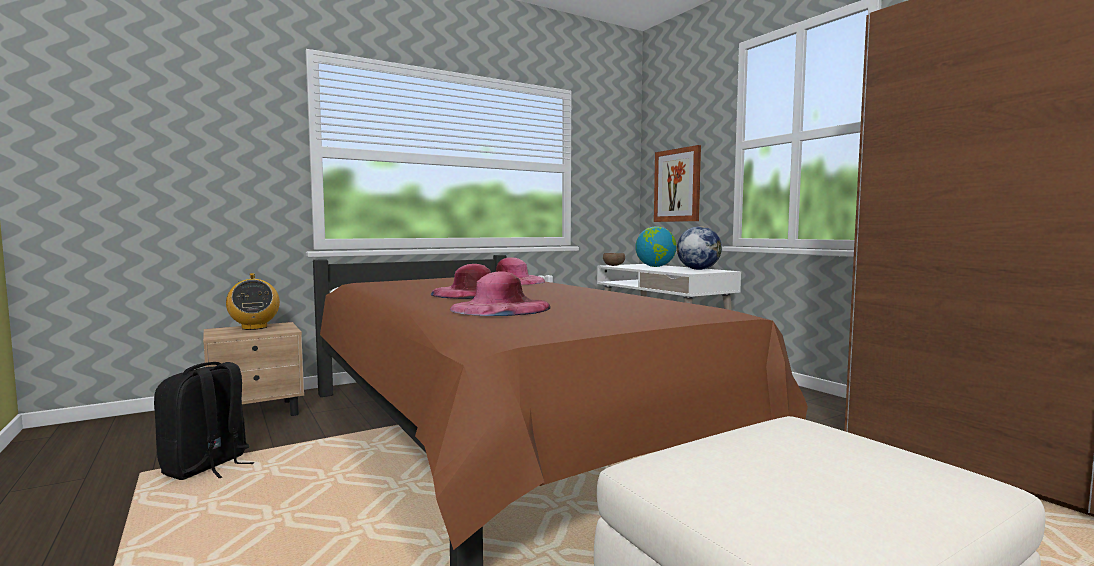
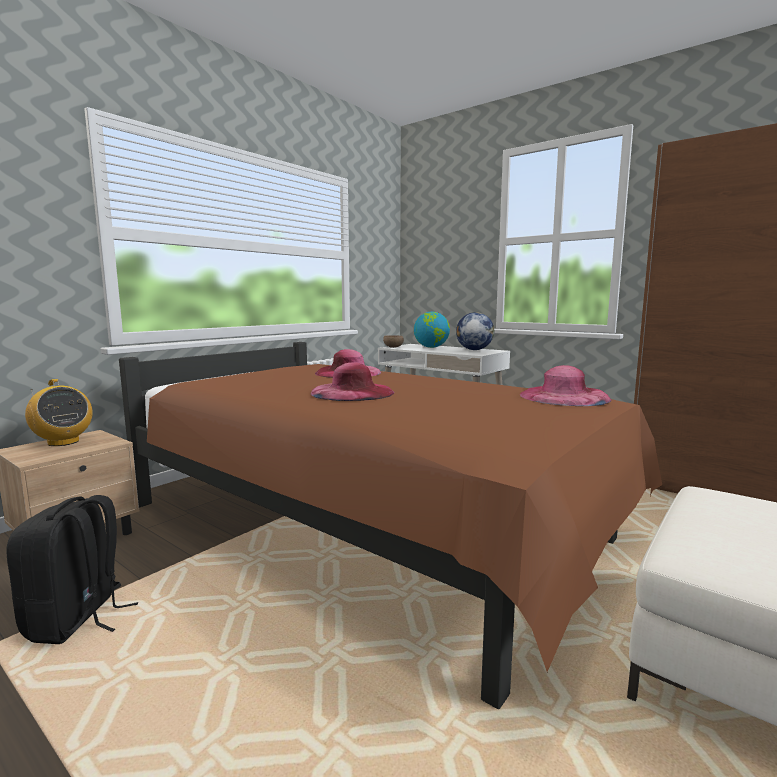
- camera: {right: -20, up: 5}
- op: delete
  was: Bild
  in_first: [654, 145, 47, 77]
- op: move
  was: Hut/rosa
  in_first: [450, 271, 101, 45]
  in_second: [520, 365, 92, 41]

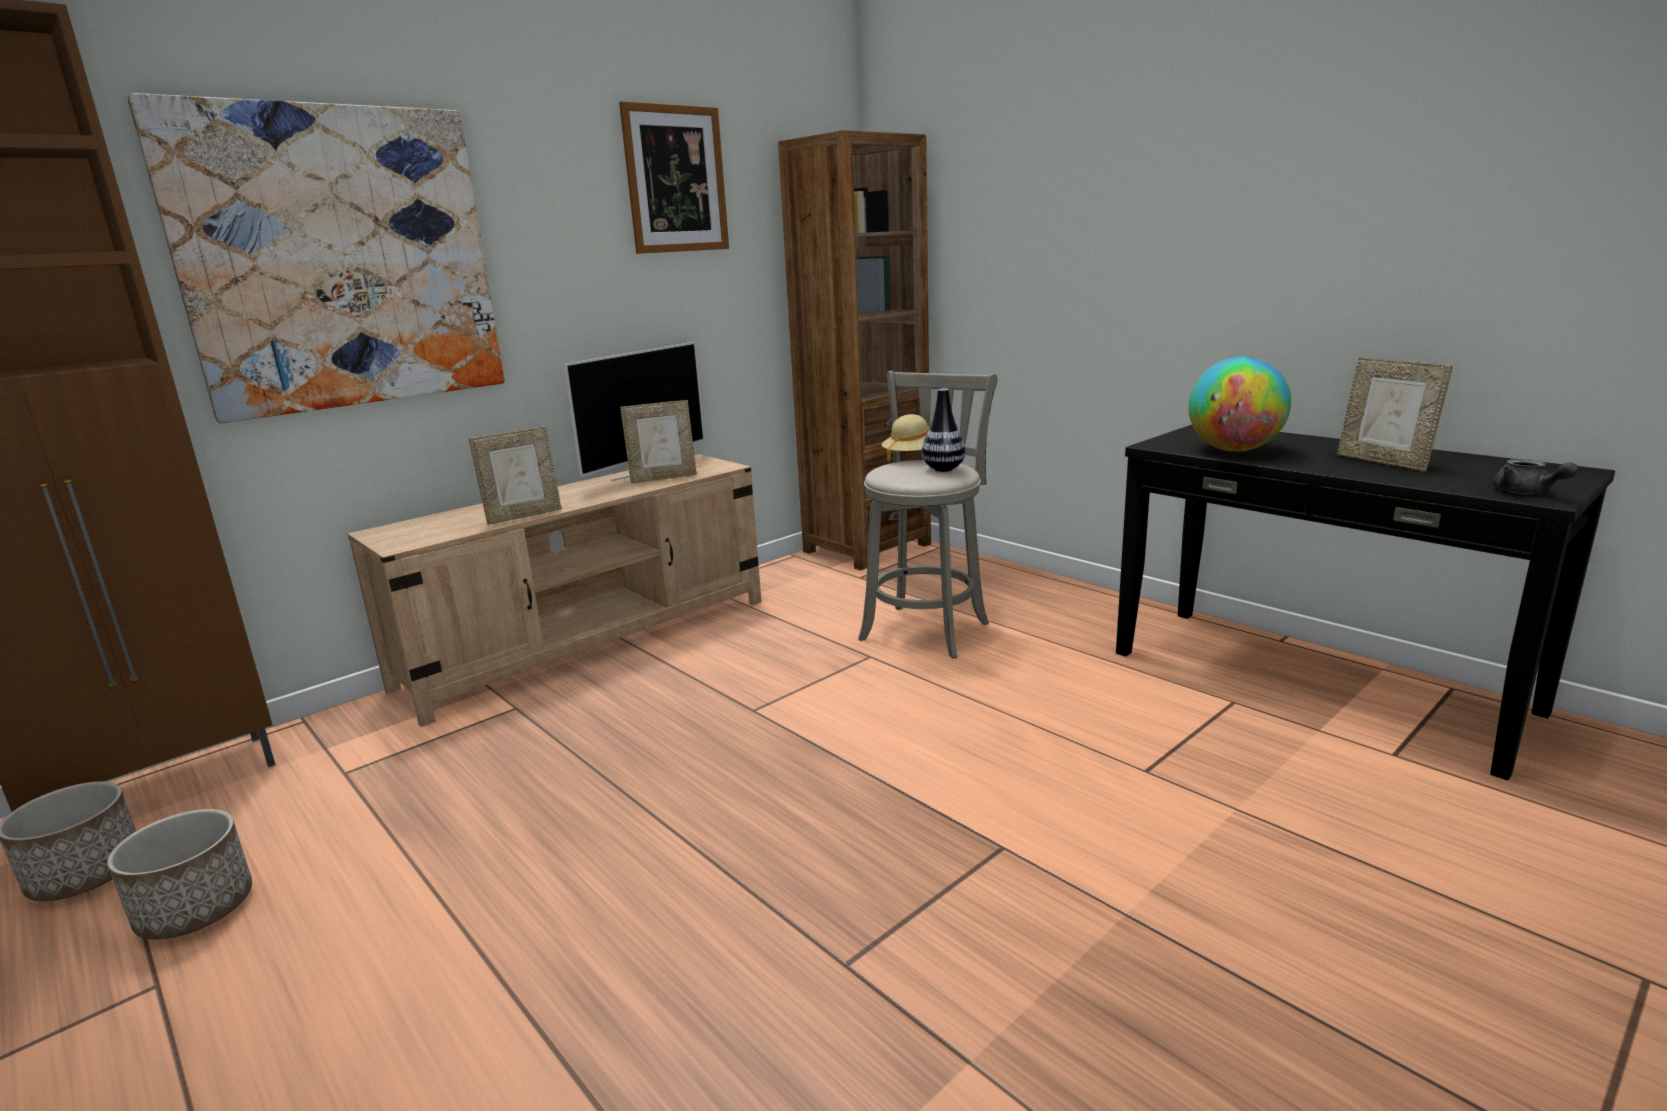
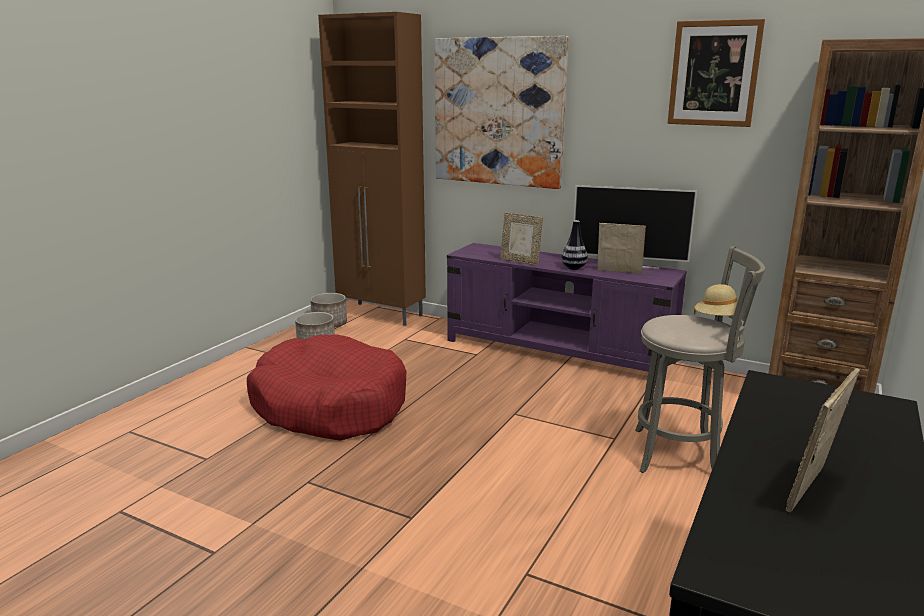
- camera: {right: 70, up: 0}
- op: delete
  was: Globus
  in_first: [1188, 356, 103, 96]
- op: move
  was: Vase
  in_first: [922, 389, 44, 83]
  in_second: [561, 220, 27, 50]
- op: rotate
  was: Bilderrahmen
  in_first: [620, 400, 77, 83]
  in_second: [597, 223, 49, 51]
  clockwise: 150
- op: recolor
  was: Fernsehschrank/beige
  now: Fernsehschrank/lila
  in_first: [348, 454, 413, 273]
  in_second: [447, 243, 240, 136]
- op: delete
  was: Teekanne/grau
  in_first: [1493, 459, 86, 35]
- op: insert
  now: Hundebett/rot
  in_second: [247, 335, 159, 106]

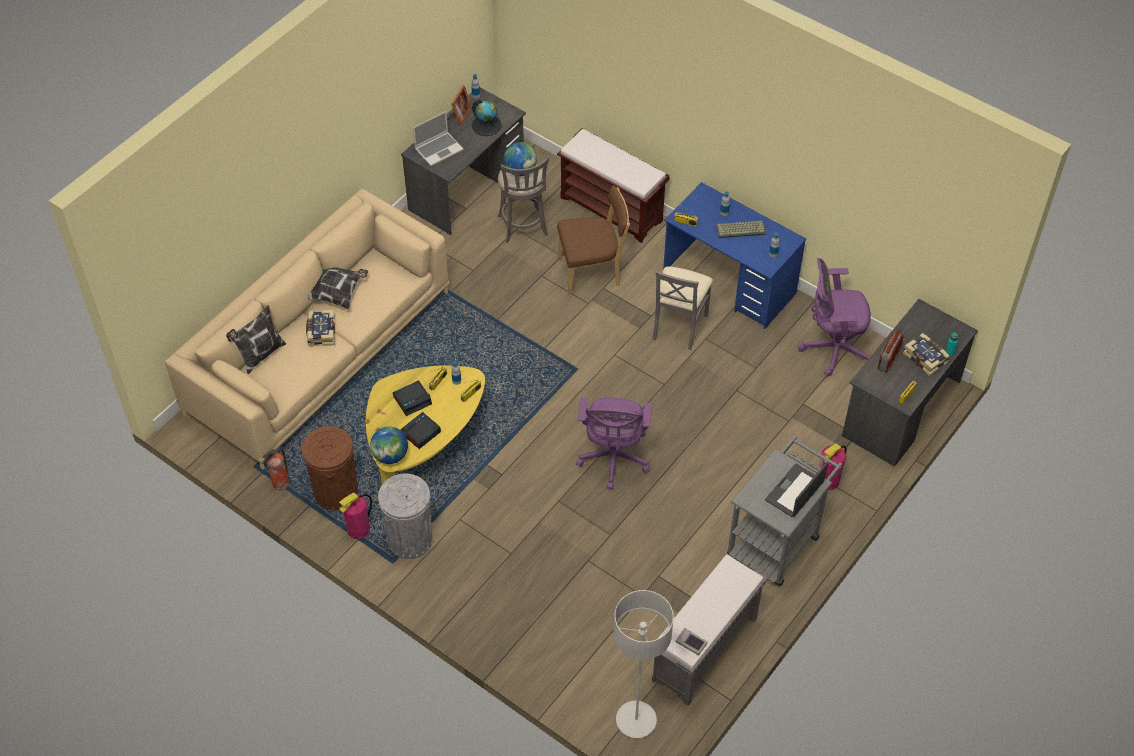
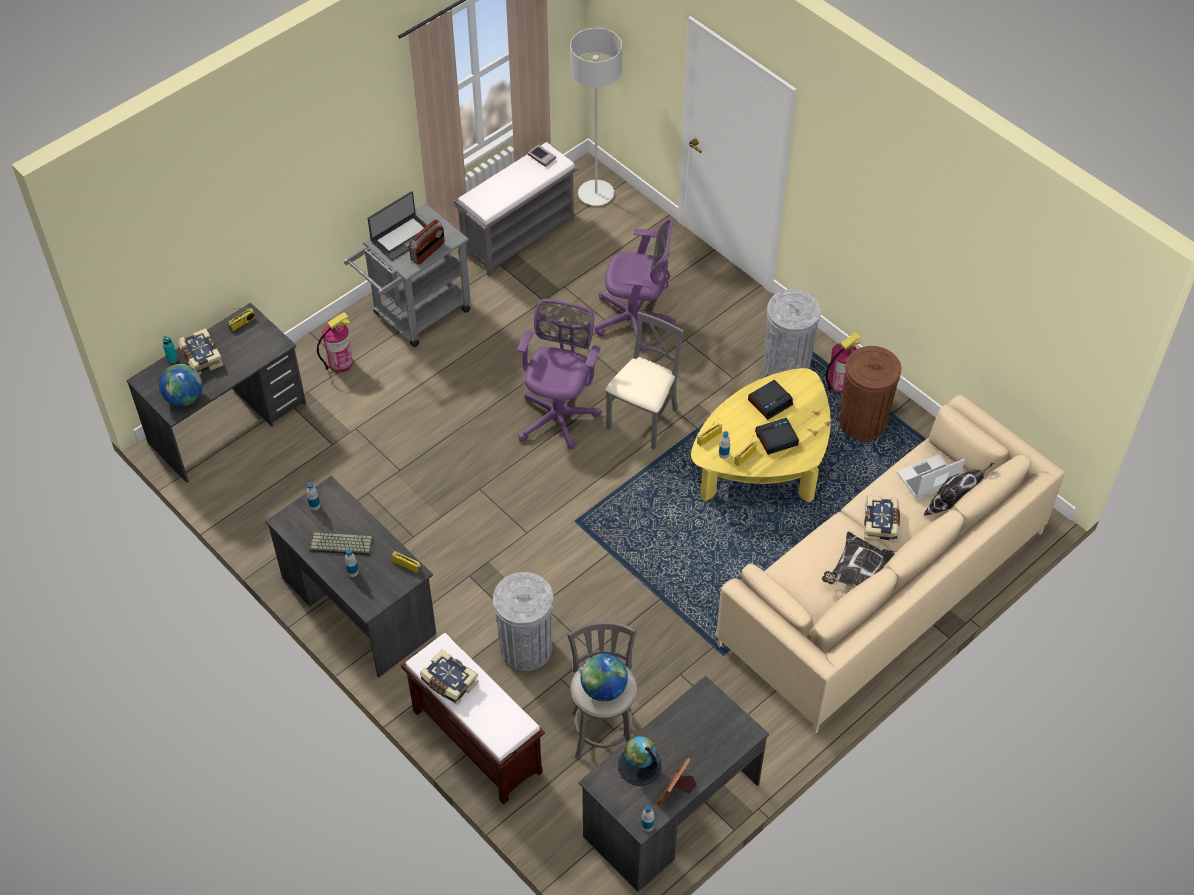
- camera: {right: -170, up: 0}
- op: move
  was: Laptop
  in_first: [413, 111, 51, 55]
  in_second: [897, 454, 68, 46]
- op: recolor
  was: Schreibtisch/blau
  now: Schreibtisch/grau
  in_first: [663, 182, 143, 147]
  in_second: [266, 476, 170, 202]
- op: replace
  was: Stuhl/braun
  now: Mülleimer/grau
  in_first: [557, 185, 73, 110]
  in_second: [493, 572, 61, 99]
- op: move
  was: Bürostuhl/lila
  in_first: [798, 258, 73, 119]
  in_second: [594, 218, 82, 133]
- op: move
  was: Stuhl/grau
  in_first: [652, 266, 61, 84]
  in_second: [605, 312, 79, 138]
- op: move
  was: Radio
  in_first: [878, 330, 26, 43]
  in_second: [409, 219, 36, 46]
- op: move
  was: Globus
  in_first: [370, 426, 38, 38]
  in_second: [159, 364, 43, 42]
- op: delete
  was: Feuerlöscher
  in_first: [262, 448, 27, 43]
- op: insert
  now: Buch
  in_second: [420, 649, 59, 56]

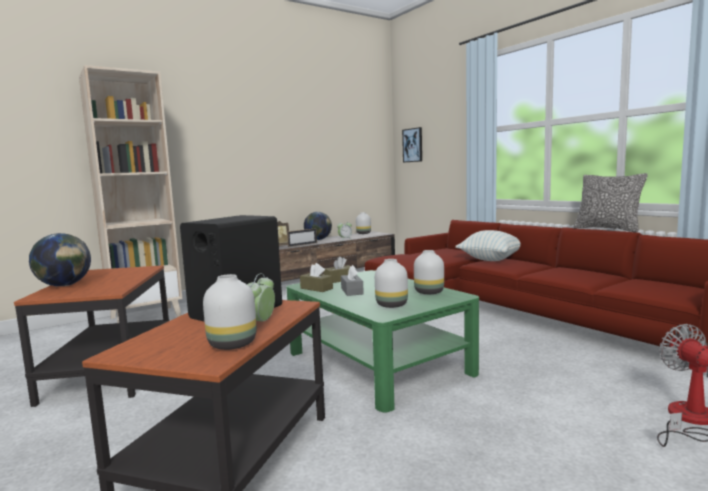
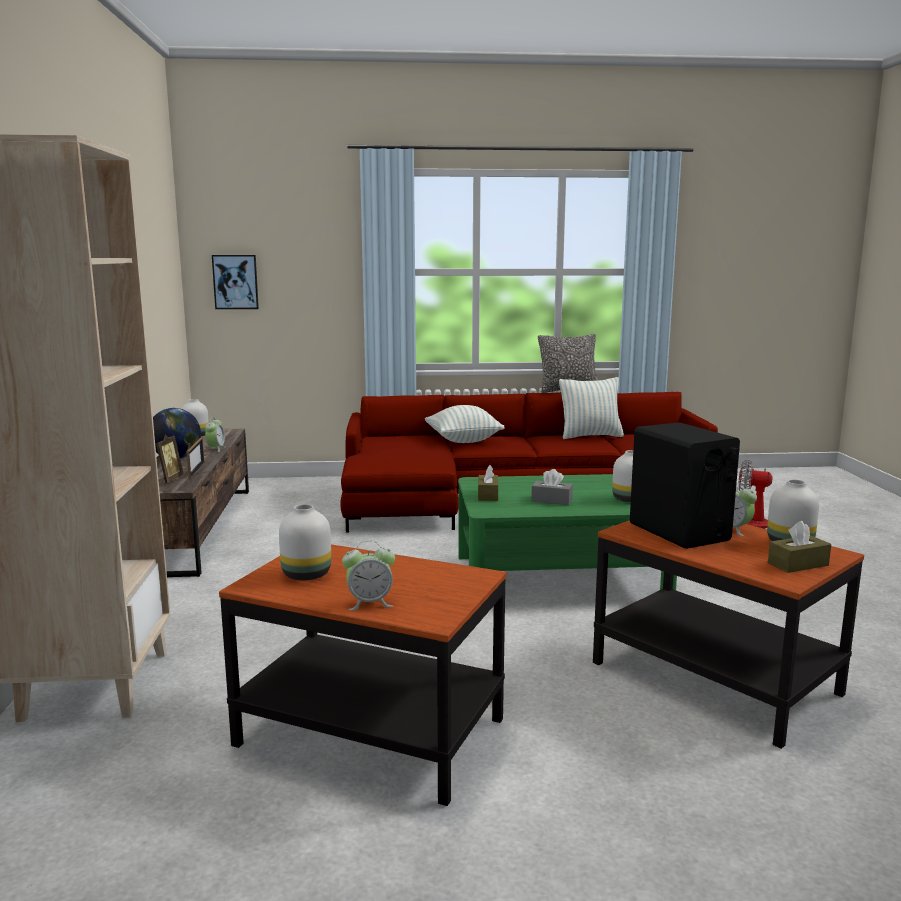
- camera: {right: -60, up: 5}
- op: replace
  was: Globus
  now: Wecker
  in_first: [29, 233, 62, 53]
  in_second: [342, 541, 53, 69]
- op: move
  was: Vase/weiß
  in_first: [414, 250, 30, 44]
  in_second: [279, 504, 52, 77]
- op: move
  was: Taschentuchbox/braun
  in_first: [300, 263, 33, 29]
  in_second: [768, 521, 63, 52]
- op: insert
  now: Kissen
  in_second: [559, 377, 65, 62]

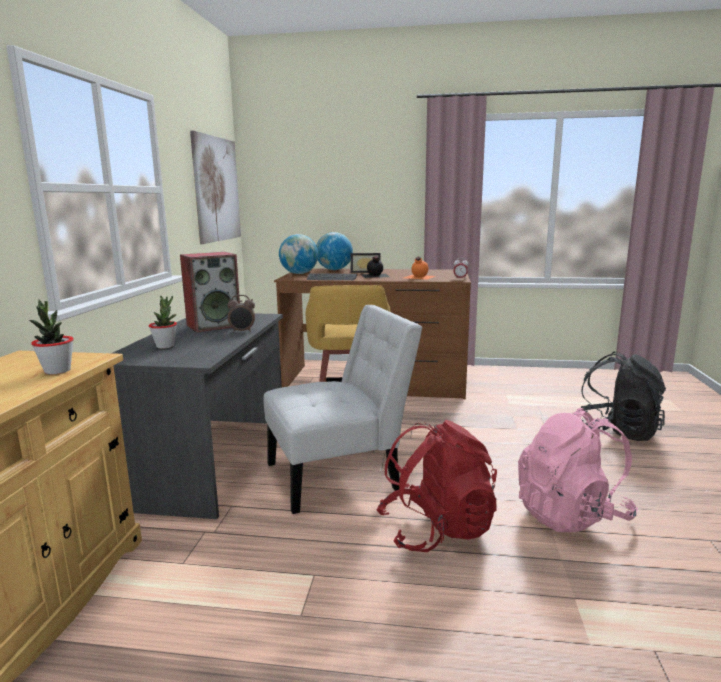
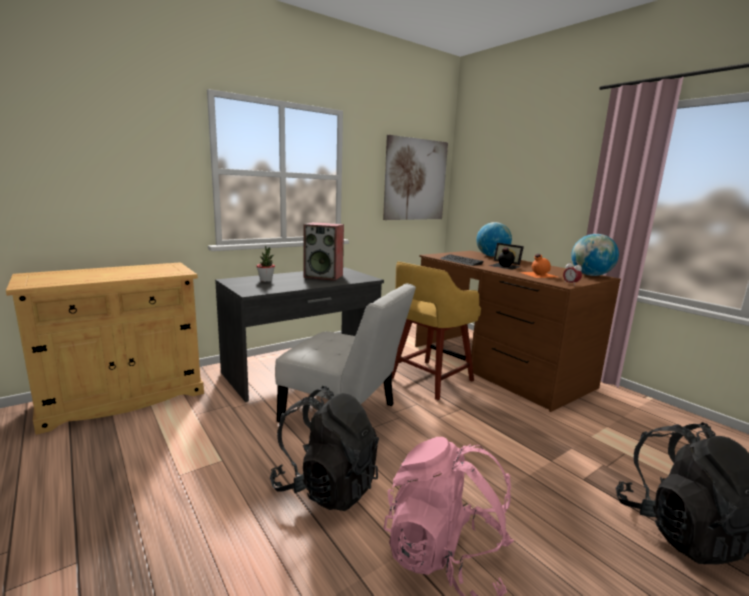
- camera: {right: 45, up: 0}
- op: move
  was: Globus
  in_first: [279, 234, 39, 40]
  in_second: [571, 234, 48, 42]
- op: delete
  was: Wecker
  in_first: [228, 295, 27, 38]
- op: delete
  was: Topfpflanze
  in_first: [29, 299, 45, 75]
- op: recolor
  was: Rucksack/rot
  now: Rucksack/schwarz
  in_first: [376, 420, 121, 132]
  in_second: [270, 386, 109, 125]

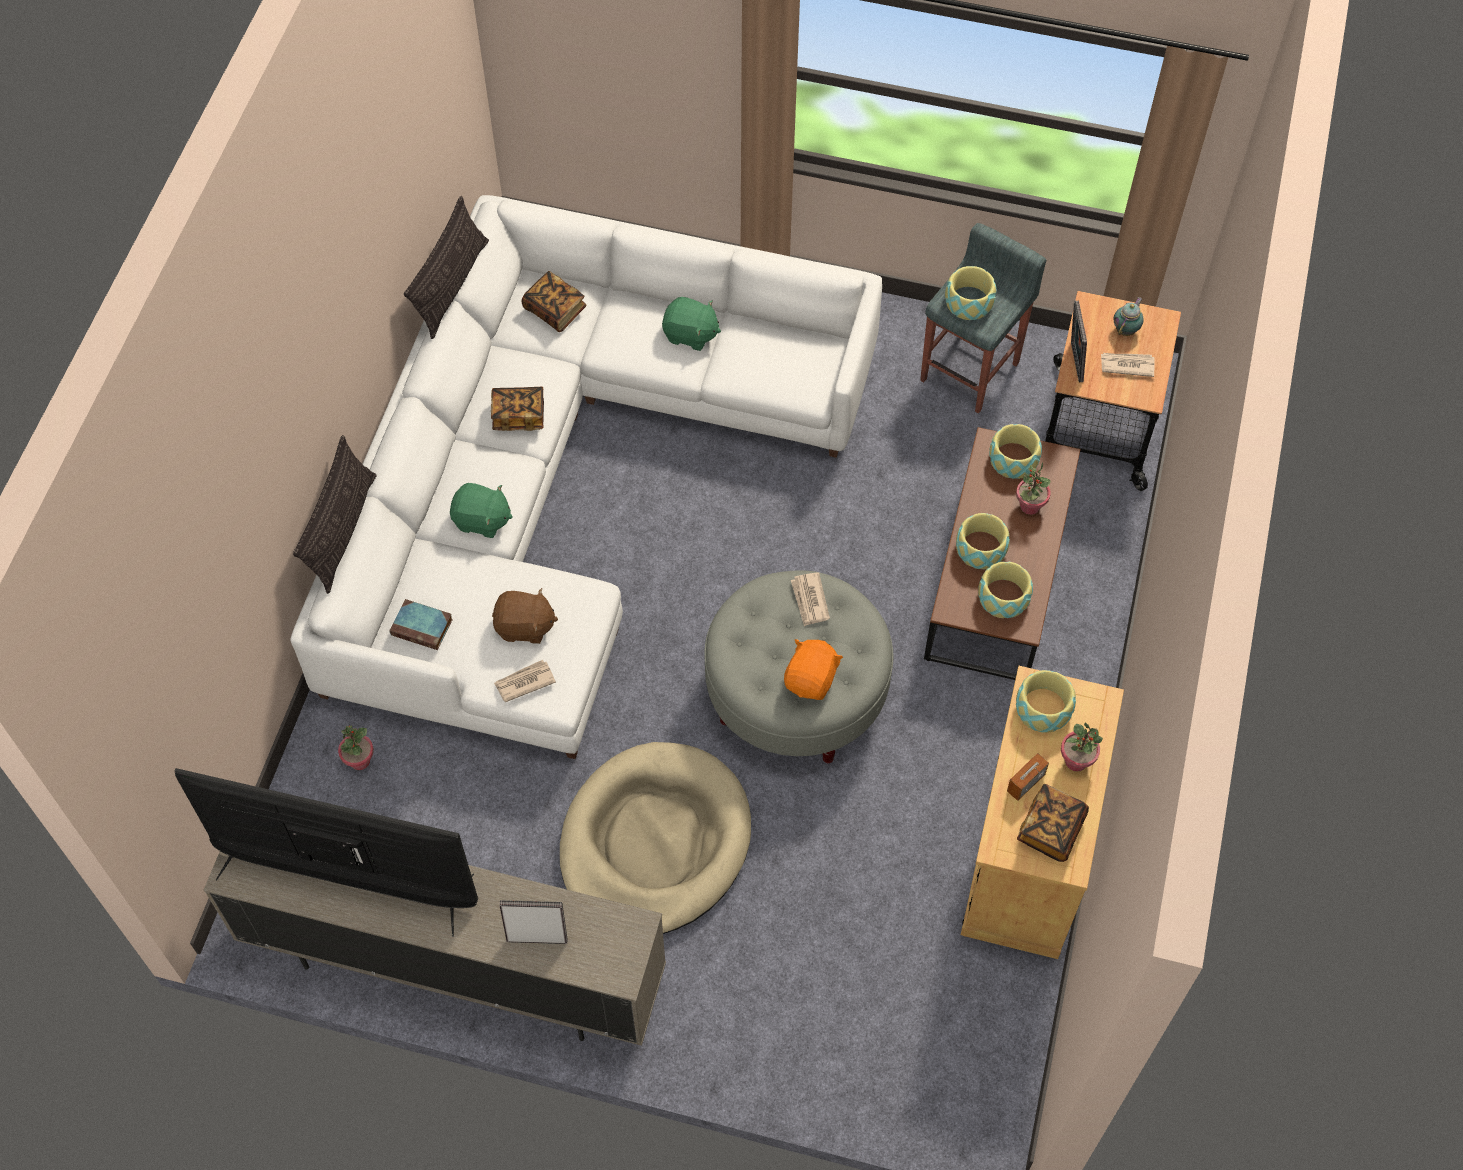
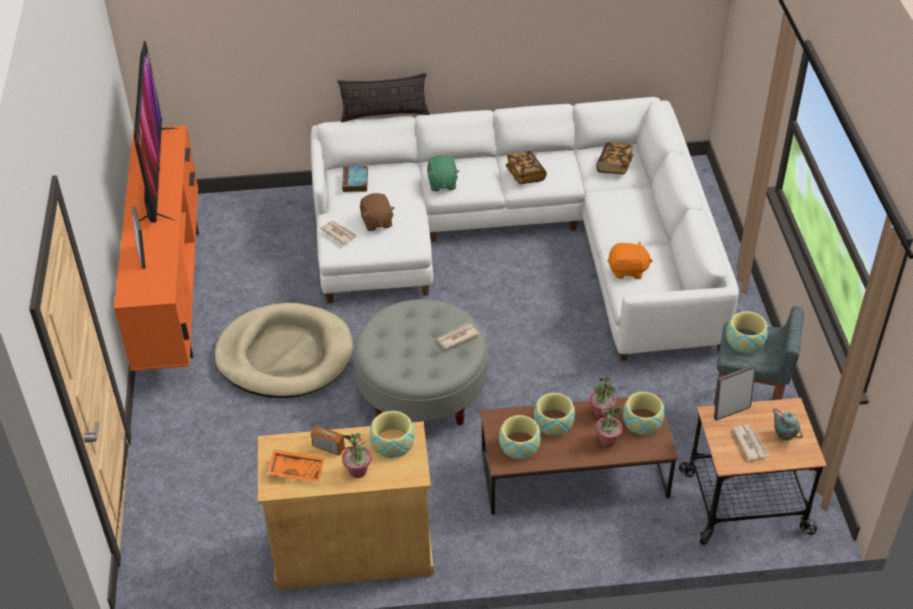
- camera: {right: 70, up: -15}
- op: delete
  was: Kissen
  in_first: [404, 196, 85, 143]
- op: delete
  was: Plüschtier/grün
  in_first: [662, 297, 59, 54]
- op: rotate
  was: Teekanne
  in_first: [1113, 297, 31, 39]
  in_second: [772, 409, 31, 31]
  clockwise: -135
- op: move
  was: Plüschtier/orange
  in_first: [784, 639, 59, 61]
  in_second: [608, 241, 45, 38]
- op: move
  was: Topfpflanze
  in_first: [338, 725, 36, 45]
  in_second: [589, 377, 27, 42]
- op: replace
  was: Buch
  now: Tablett/orange
  in_first: [1017, 784, 72, 78]
  in_second: [267, 449, 58, 34]
- op: recolor
  was: Fernsehschrank/beige
  now: Fernsehschrank/orange
  in_first: [204, 851, 462, 195]
  in_second: [114, 126, 85, 245]

